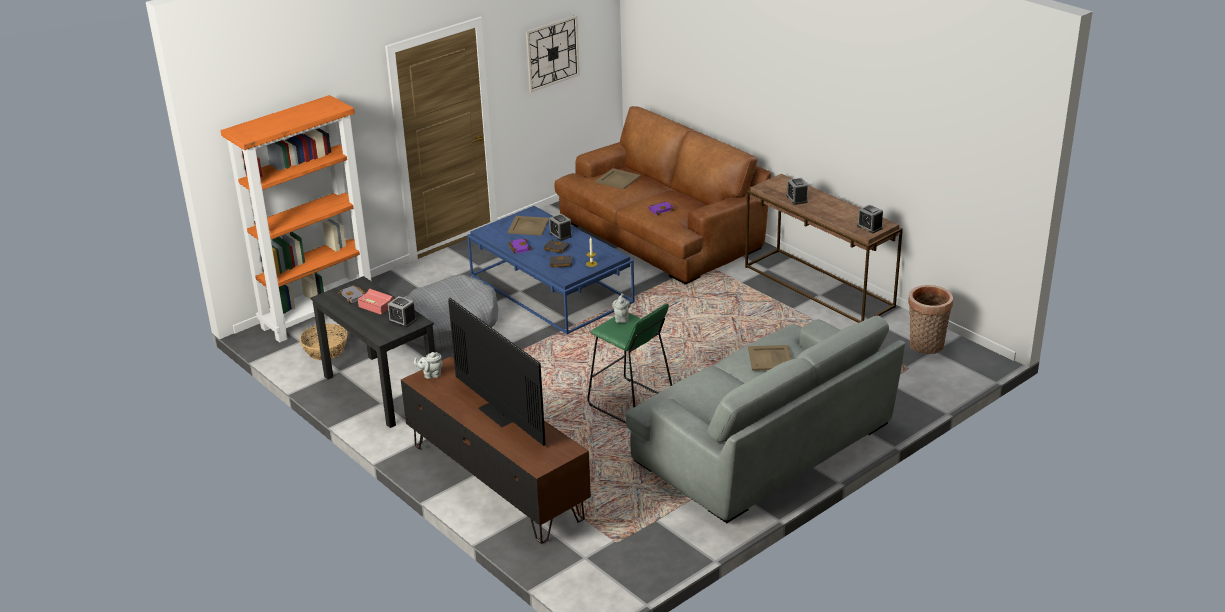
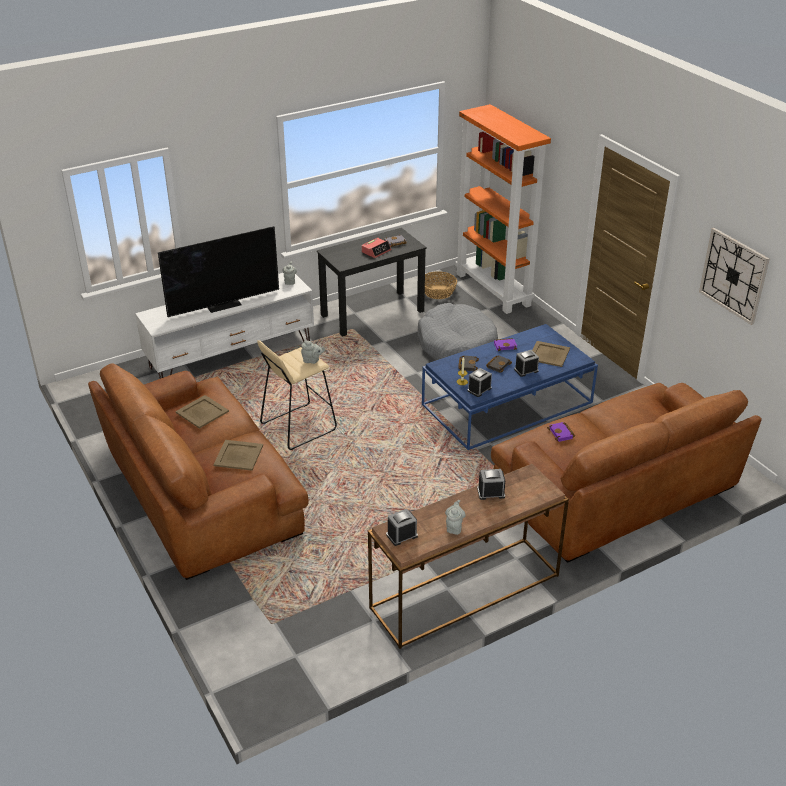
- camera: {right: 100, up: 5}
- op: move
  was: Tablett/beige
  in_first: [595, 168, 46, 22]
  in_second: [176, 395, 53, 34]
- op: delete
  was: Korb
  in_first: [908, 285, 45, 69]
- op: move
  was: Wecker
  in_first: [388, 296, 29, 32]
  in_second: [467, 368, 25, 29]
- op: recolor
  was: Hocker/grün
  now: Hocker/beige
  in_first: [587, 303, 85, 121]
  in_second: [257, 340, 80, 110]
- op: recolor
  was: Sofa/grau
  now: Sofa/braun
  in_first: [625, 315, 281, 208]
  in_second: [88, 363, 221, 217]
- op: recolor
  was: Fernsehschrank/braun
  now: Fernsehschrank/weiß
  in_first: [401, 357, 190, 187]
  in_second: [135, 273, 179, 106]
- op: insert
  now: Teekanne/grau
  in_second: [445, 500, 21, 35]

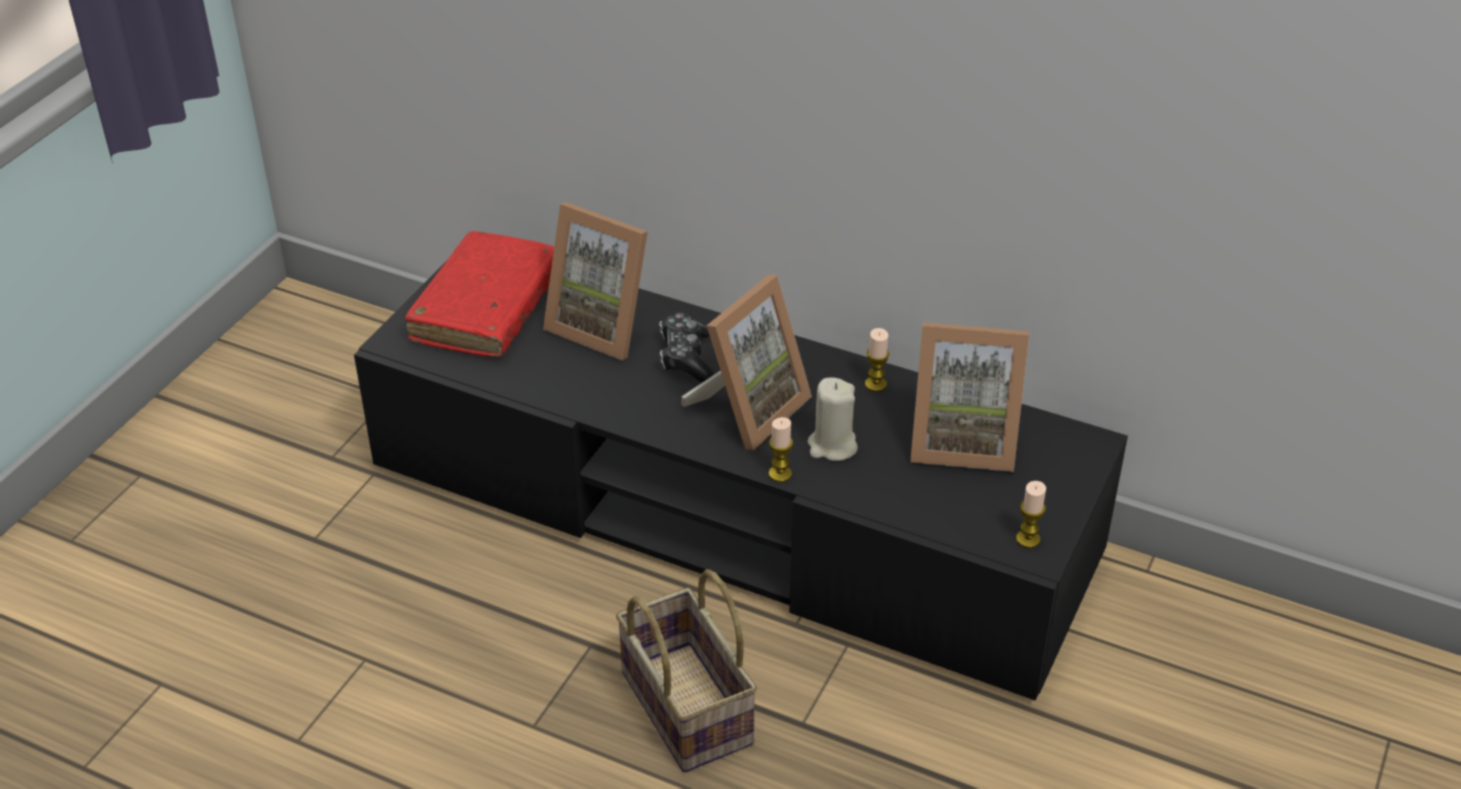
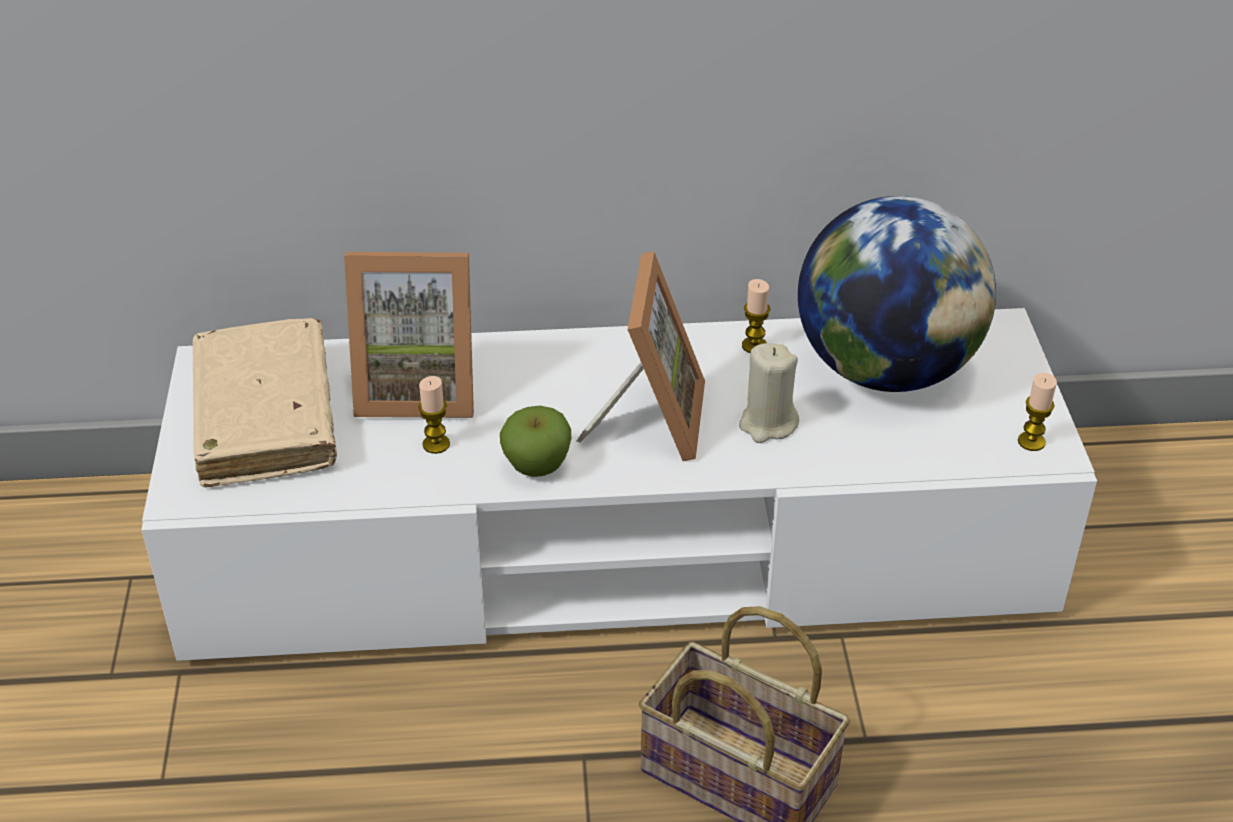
- camera: {right: -30, up: 0}
- op: recolor
  was: Buch/rot
  now: Buch/beige
  in_first: [405, 231, 149, 126]
  in_second: [193, 318, 144, 170]
- op: recolor
  was: Fernsehschrank/schwarz
  now: Fernsehschrank/weiß
  in_first: [354, 262, 774, 439]
  in_second: [141, 308, 956, 353]
- op: delete
  was: Gamepad
  in_first: [659, 312, 55, 70]
- op: replace
  was: Bilderrahmen
  now: Globus
  in_first: [910, 322, 119, 150]
  in_second: [798, 196, 198, 196]
- op: move
  was: Kerze
  in_first: [769, 417, 24, 65]
  in_second: [418, 376, 32, 78]
- op: insert
  now: Apfel
  in_second: [500, 406, 71, 71]

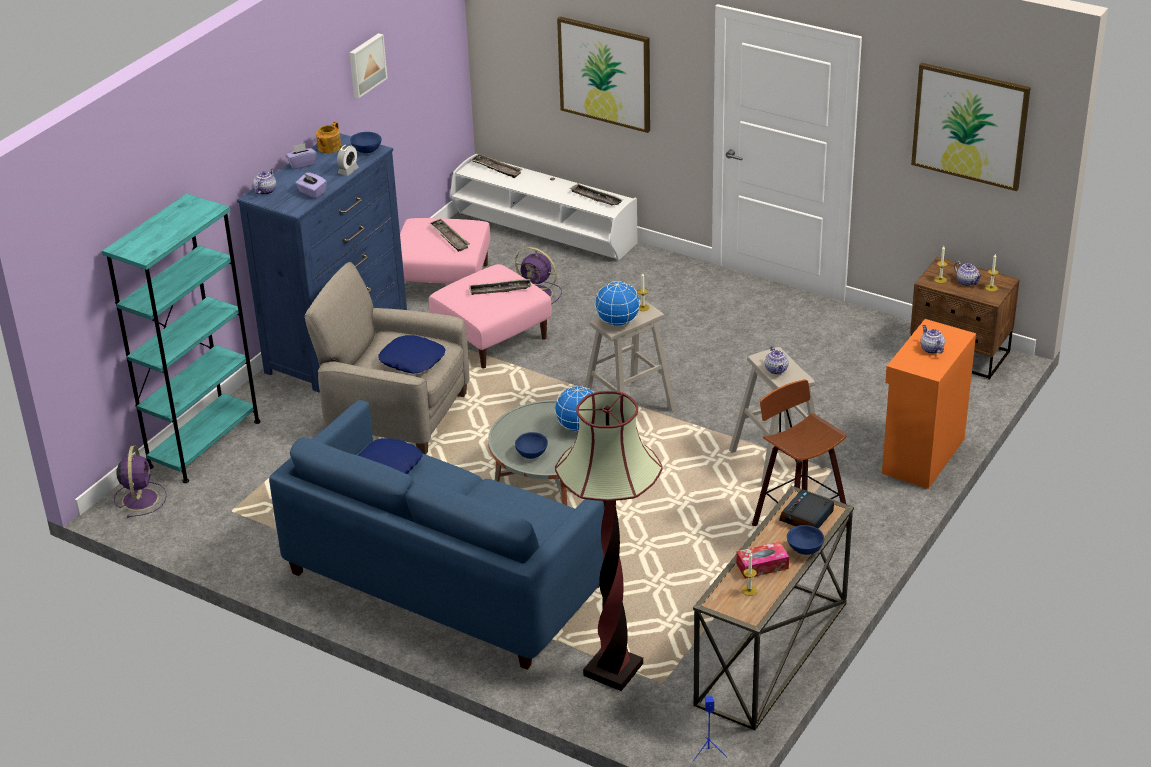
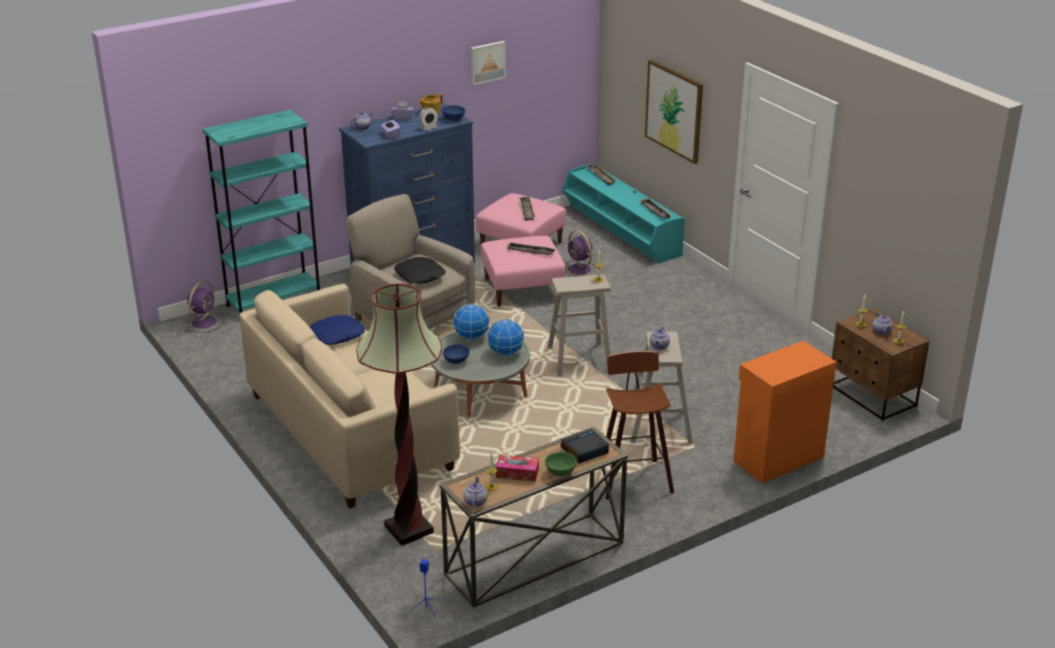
- camera: {right: 25, up: -5}
- op: delete
  was: Bild
  in_first: [911, 63, 120, 128]
- op: recolor
  was: Fernsehschrank/weiß
  now: Fernsehschrank/türkis
  in_first: [450, 154, 187, 106]
  in_second: [563, 164, 122, 100]
- op: move
  was: Globus
  in_first: [595, 281, 45, 45]
  in_second: [453, 304, 37, 37]
- op: move
  was: Teekanne
  in_first: [920, 325, 25, 29]
  in_second: [463, 477, 24, 31]
- op: recolor
  was: Kissen/blau
  now: Kissen/schwarz
  in_first: [378, 335, 68, 39]
  in_second: [394, 257, 52, 27]
- op: recolor
  was: Sofa/blau
  now: Sofa/beige
  in_first: [269, 400, 336, 269]
  in_second: [239, 284, 221, 224]
- op: recolor
  was: Schüssel/blau
  now: Schüssel/grün
  in_first: [787, 525, 37, 30]
  in_second: [545, 452, 32, 24]

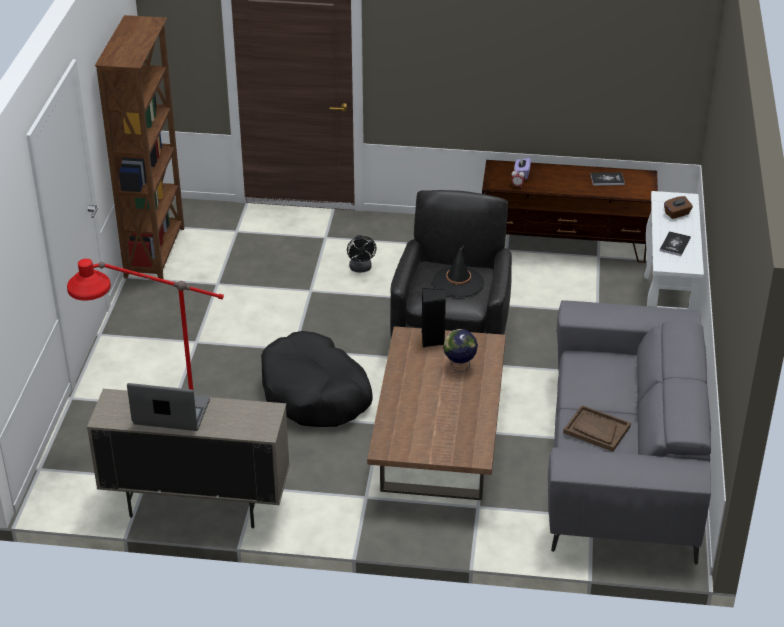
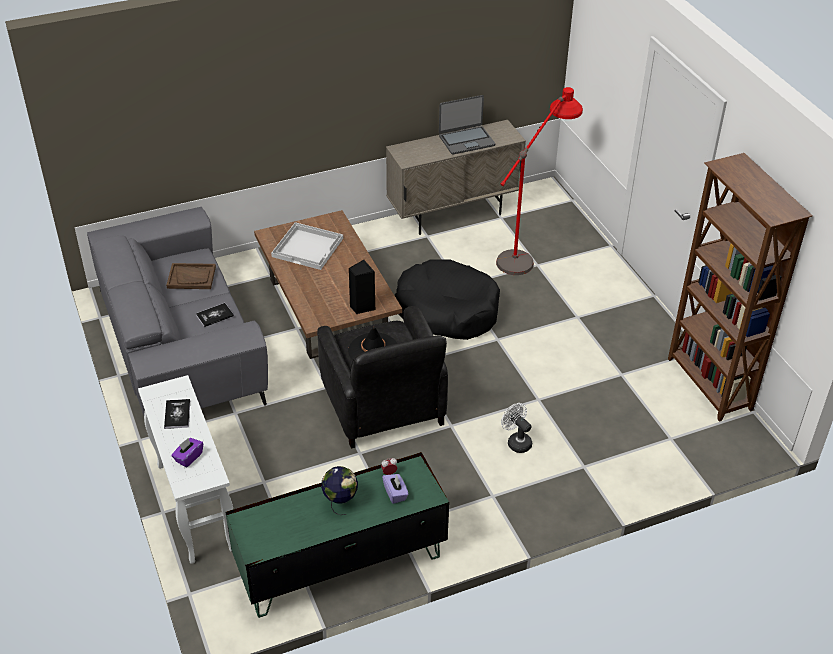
- camera: {right: 150, up: 5}
- op: recolor
  was: Fernsehschrank/braun
  now: Fernsehschrank/grün
  in_first: [482, 160, 176, 103]
  in_second: [225, 452, 224, 166]
- op: move
  was: Buch
  in_first: [590, 172, 35, 14]
  in_second: [196, 303, 38, 24]
- op: recolor
  was: Taschentuchbox/braun
  now: Taschentuchbox/lila
  in_first: [664, 196, 29, 23]
  in_second: [171, 438, 32, 30]
- op: recolor
  was: Ventilator/schwarz
  now: Ventilator/weiß
  in_first: [347, 235, 30, 38]
  in_second: [501, 403, 31, 50]
- op: move
  was: Globus
  in_first: [443, 329, 35, 43]
  in_second: [321, 466, 37, 49]
- op: insert
  now: Tablett/weiß
  in_second: [271, 222, 72, 48]

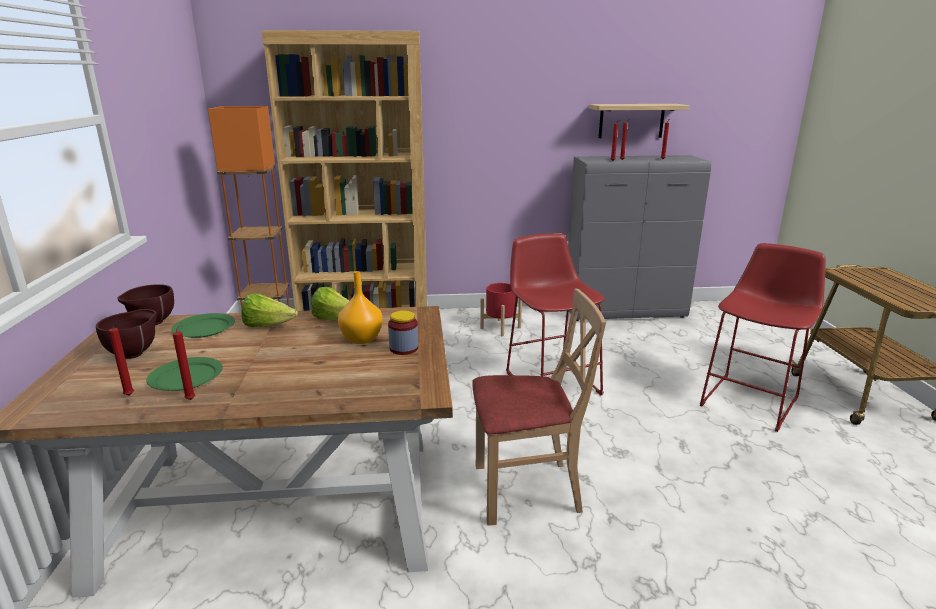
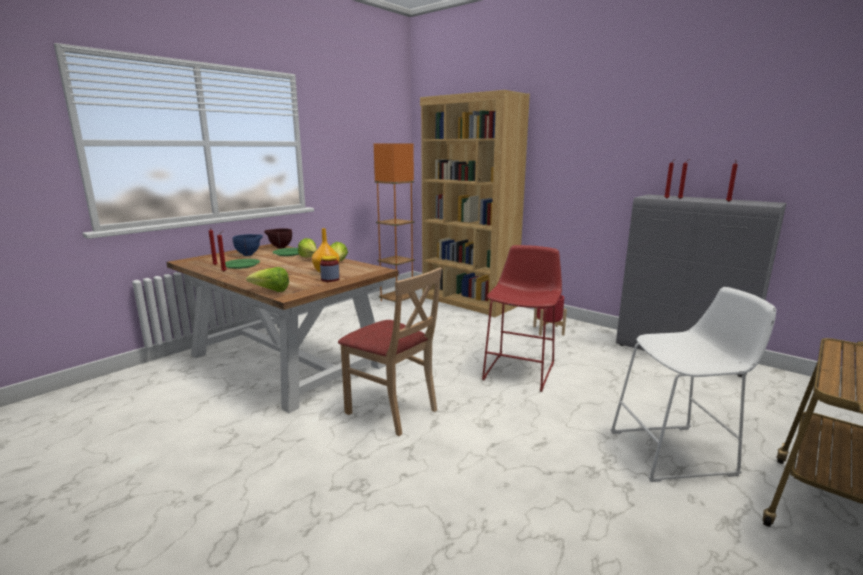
- camera: {right: 45, up: -5}
- op: delete
  was: Wandregal
  in_first: [589, 104, 101, 34]
- op: recolor
  was: Hocker/rot
  now: Hocker/weiß
  in_first: [700, 243, 126, 189]
  in_second: [610, 287, 166, 195]
- op: recolor
  was: Schüssel/braun
  now: Schüssel/blau
  in_first: [96, 309, 61, 50]
  in_second: [233, 234, 30, 22]
- op: insert
  now: Salatkopf
  in_second: [246, 267, 43, 25]

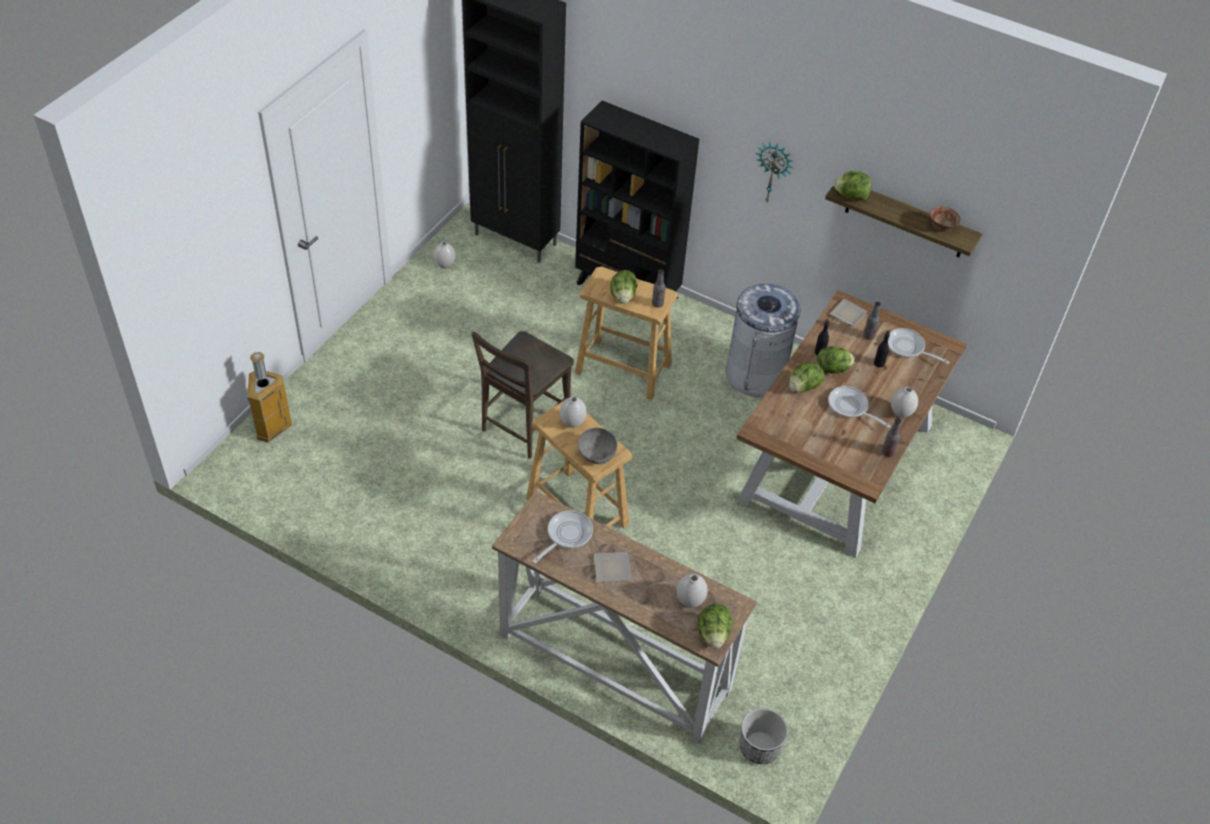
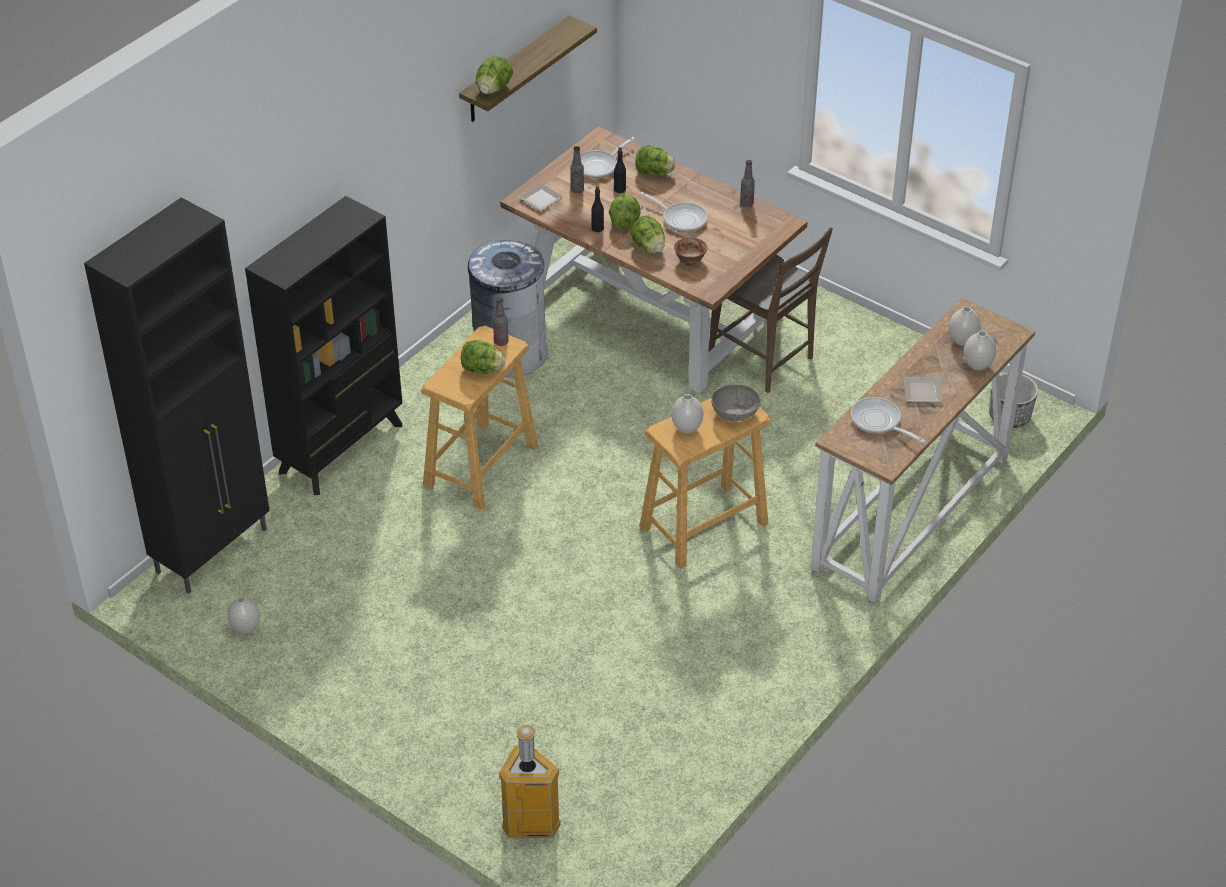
- camera: {right: -80, up: -5}
- op: delete
  was: Wanduhr
  in_first: [756, 142, 37, 60]
- op: move
  was: Schüssel
  in_first: [930, 206, 31, 26]
  in_second: [674, 237, 34, 28]
- op: move
  was: Stuhl/braun
  in_first: [471, 331, 103, 128]
  in_second: [708, 227, 125, 166]
- op: rotate
  was: Pfanne
  in_first: [828, 386, 62, 42]
  in_second: [640, 192, 68, 40]
  clockwise: -105
- op: move
  was: Vase/weiß
  in_first: [891, 387, 27, 31]
  in_second: [964, 331, 32, 39]
- op: move
  was: Salatkopf
  in_first: [698, 604, 35, 45]
  in_second: [636, 145, 40, 31]

